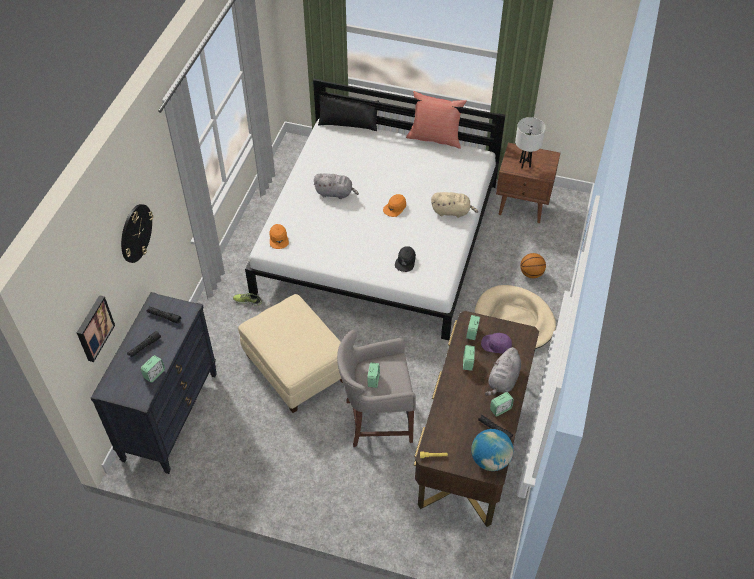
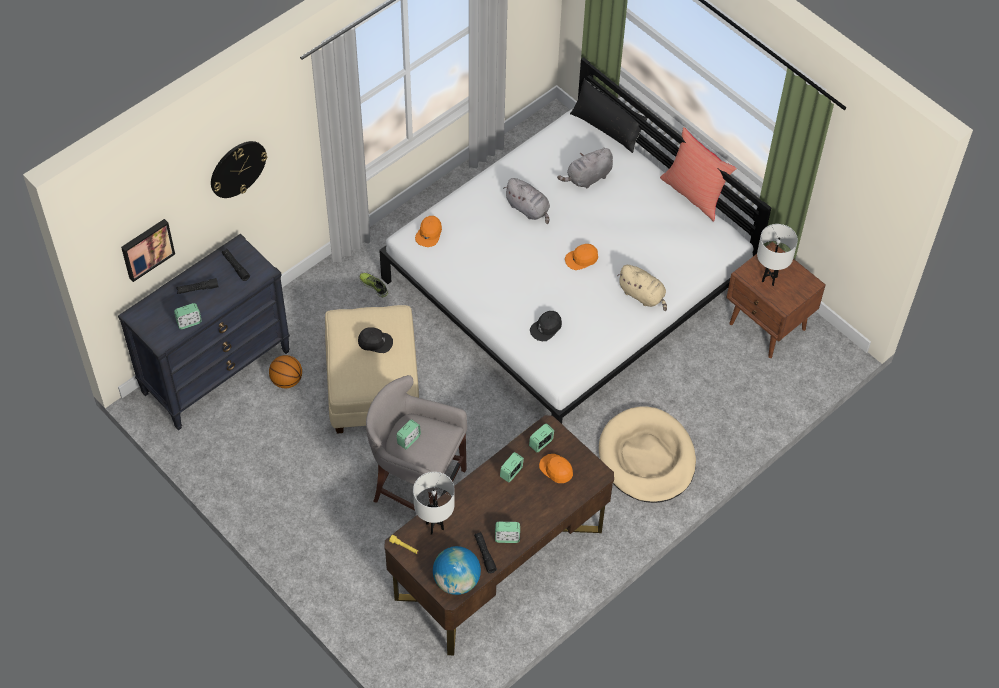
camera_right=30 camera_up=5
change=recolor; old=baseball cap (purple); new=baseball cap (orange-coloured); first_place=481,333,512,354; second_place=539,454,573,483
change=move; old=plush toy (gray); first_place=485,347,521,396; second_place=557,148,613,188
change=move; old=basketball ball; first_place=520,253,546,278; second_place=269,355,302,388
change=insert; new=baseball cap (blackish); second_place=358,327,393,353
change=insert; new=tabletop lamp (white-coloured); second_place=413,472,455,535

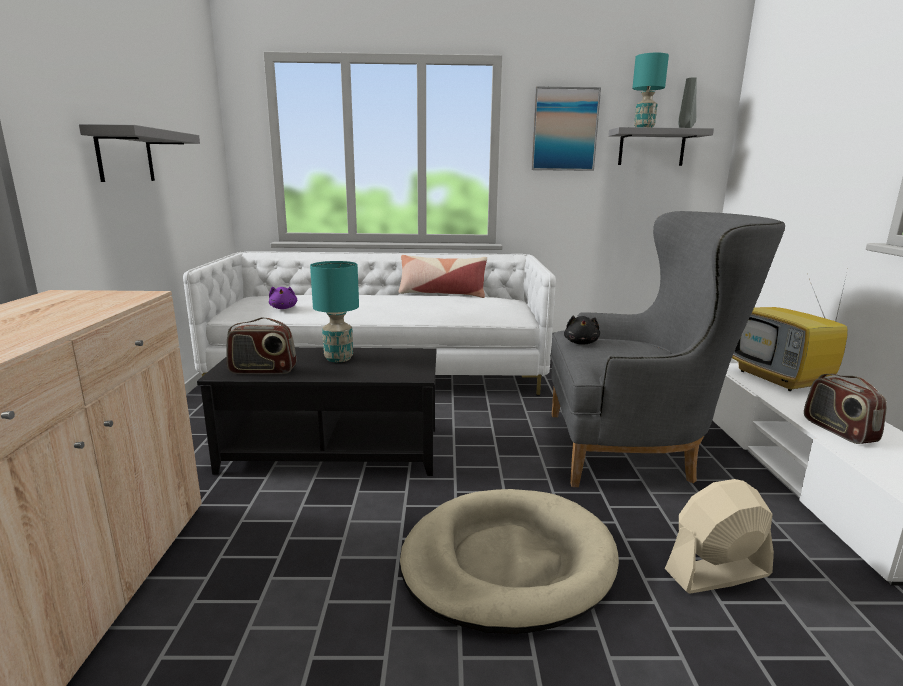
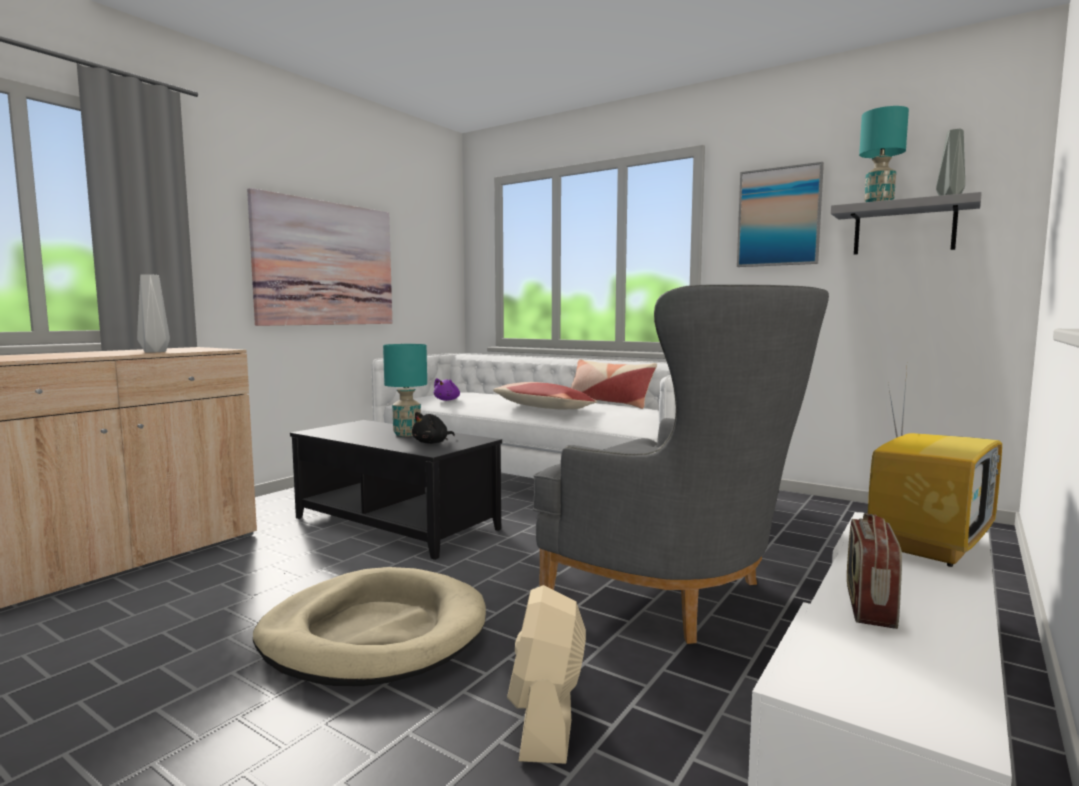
camera_right=35 camera_up=-10
change=replace; old=bracket shelf (gray); new=picture; first_place=79,124,200,182; second_place=247,188,392,326
change=delete; old=radio receiver; first_place=226,318,296,374
change=move; old=plush toy (blackish); first_place=564,315,600,345; second_place=412,412,455,444
change=rotate; old=cooling fan (sand-coloured); first_place=665,479,774,594; second_place=507,585,586,764; degrees=-105
change=rotate; old=TV; first_place=732,269,848,391; second_place=868,369,1002,567; degrees=-150
change=insert; new=decorative vase (gray); second_place=137,274,170,352
change=insert; new=cushion; second_place=493,382,598,410

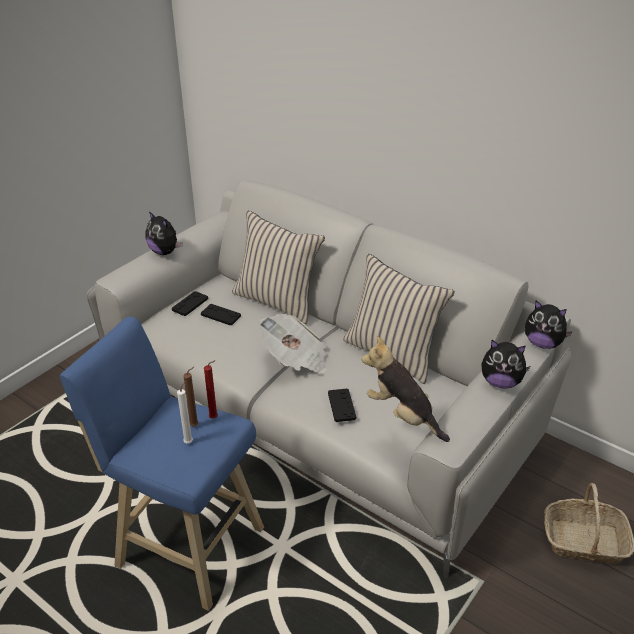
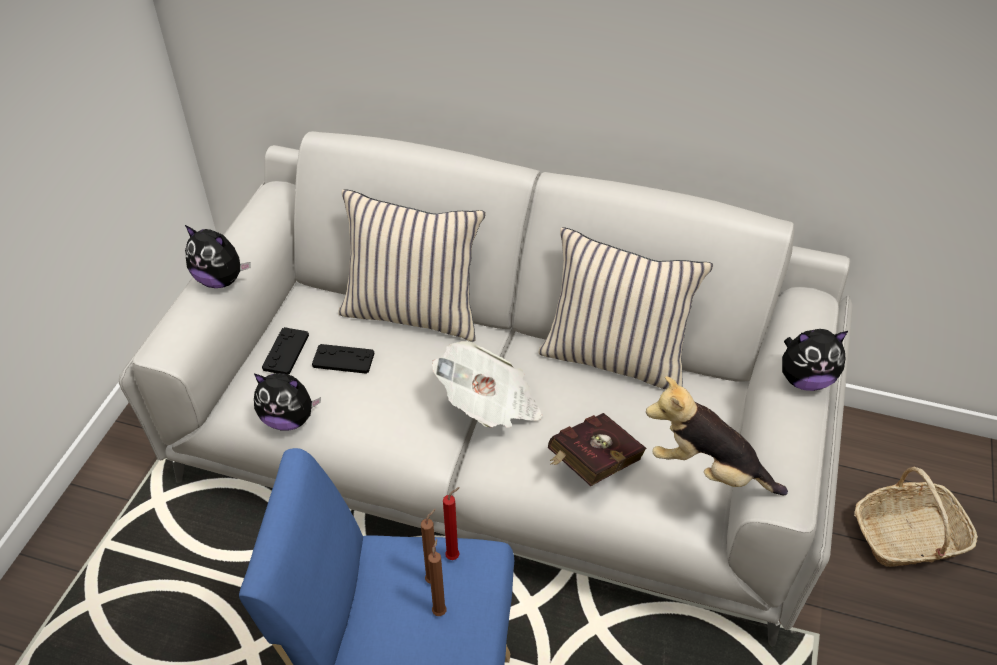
camera_right=-20 camera_up=10
change=recolor; old=wax light (white-coloured); new=wax light (brown); first_place=177,381,193,443; second_place=428,539,447,616
change=replace; old=joypad (blackish); new=book (reddish); first_place=328,389,356,422; second_place=548,413,646,486
change=move; old=plush toy; first_place=525,300,572,349; second_place=254,373,321,431

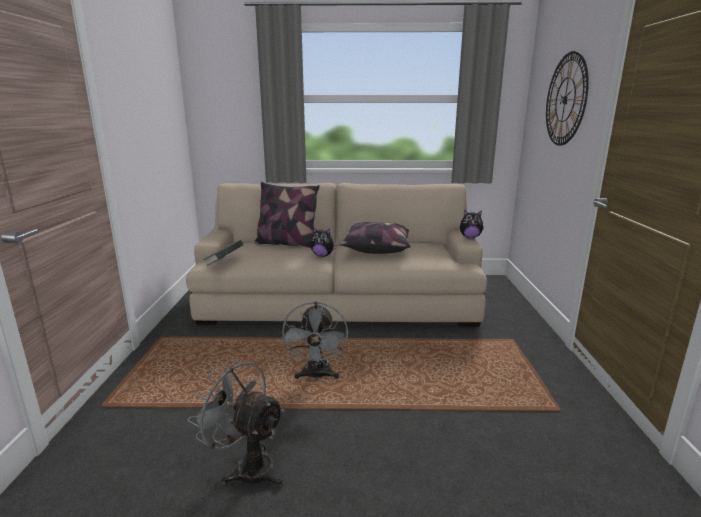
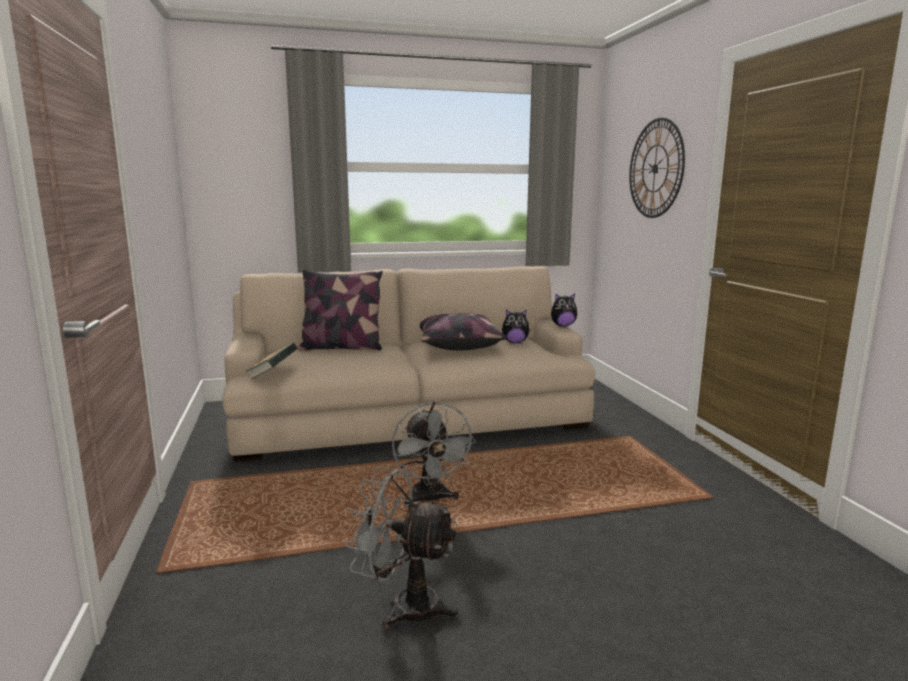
camera_right=-15 camera_up=-5
change=move; old=plush toy; first_place=310,227,337,257; second_place=502,309,531,343

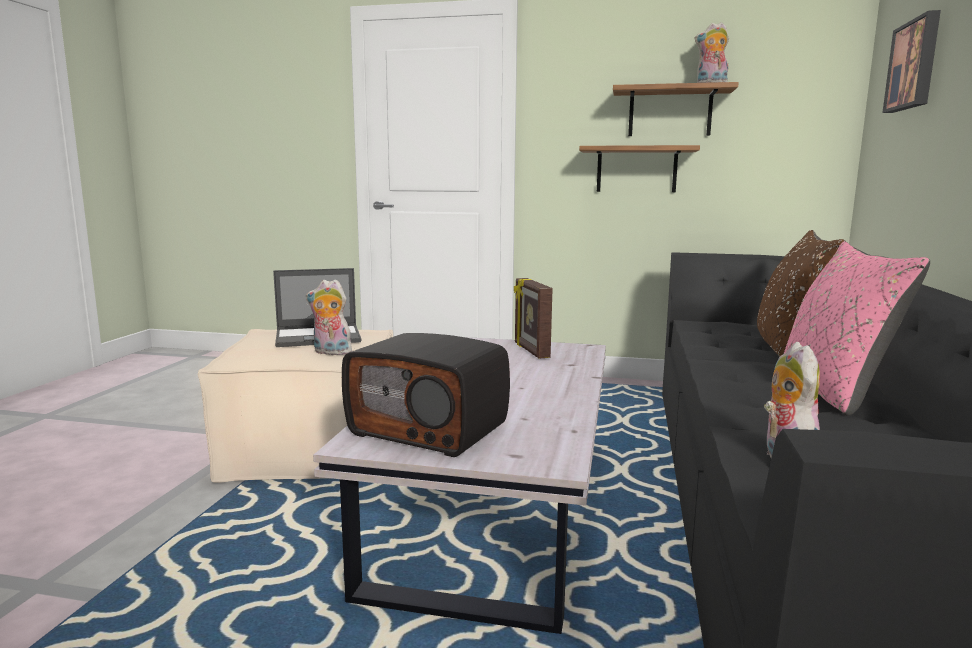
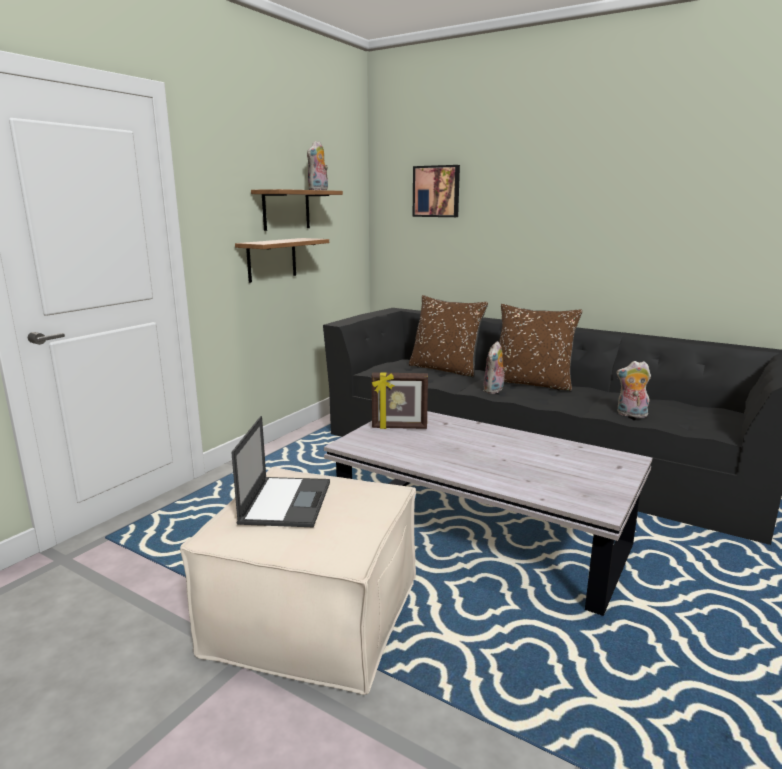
camera_right=-70 camera_up=5
change=move; old=plush toy; first_place=306,279,354,355; second_place=483,341,507,394
change=delete; old=radio receiver; first_place=342,333,510,457
change=recolor; old=cushion (pinkish); new=cushion (brown); first_place=784,242,930,416; second_place=499,304,582,391

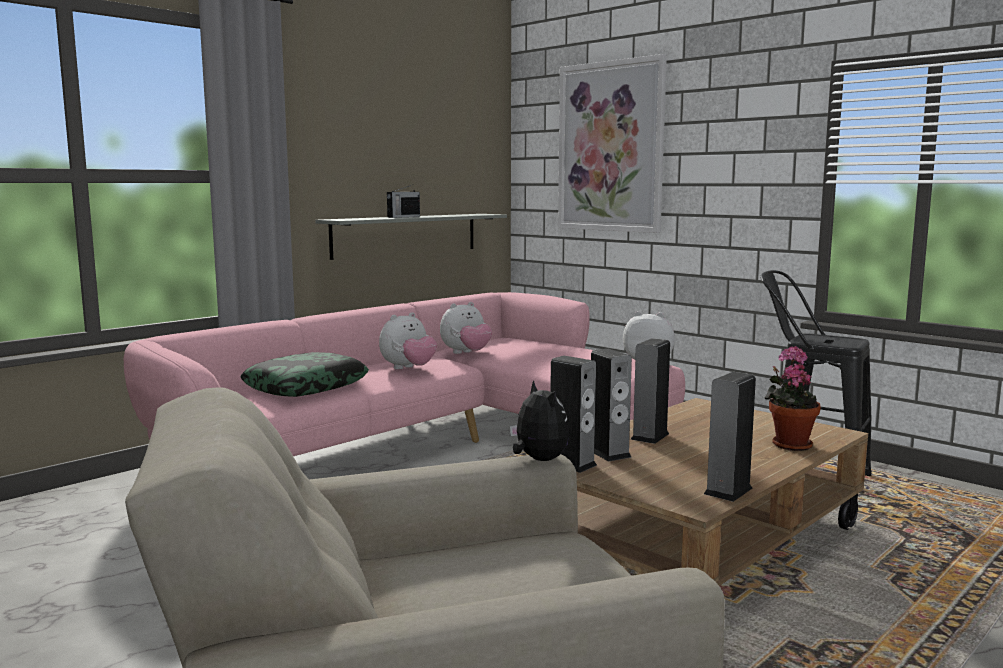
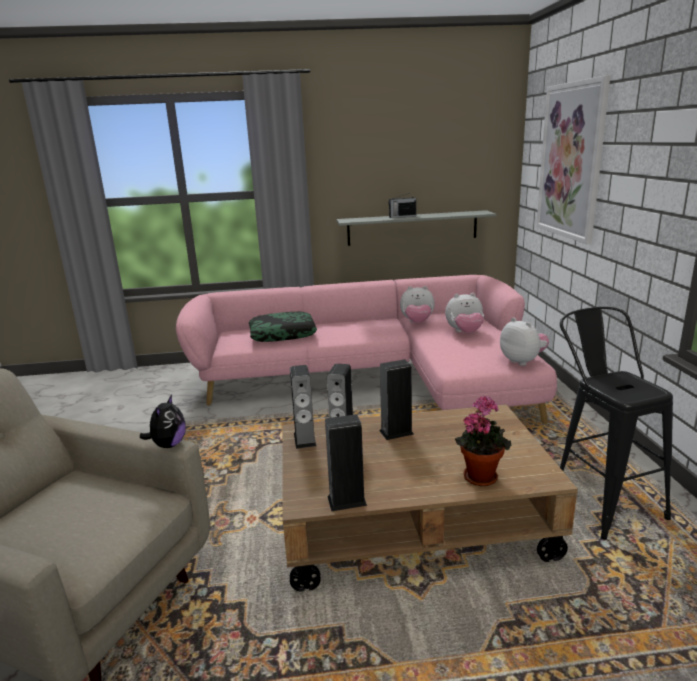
camera_right=40 camera_up=10
change=move; old=plush toy; first_place=379,312,437,369; second_place=445,293,484,333

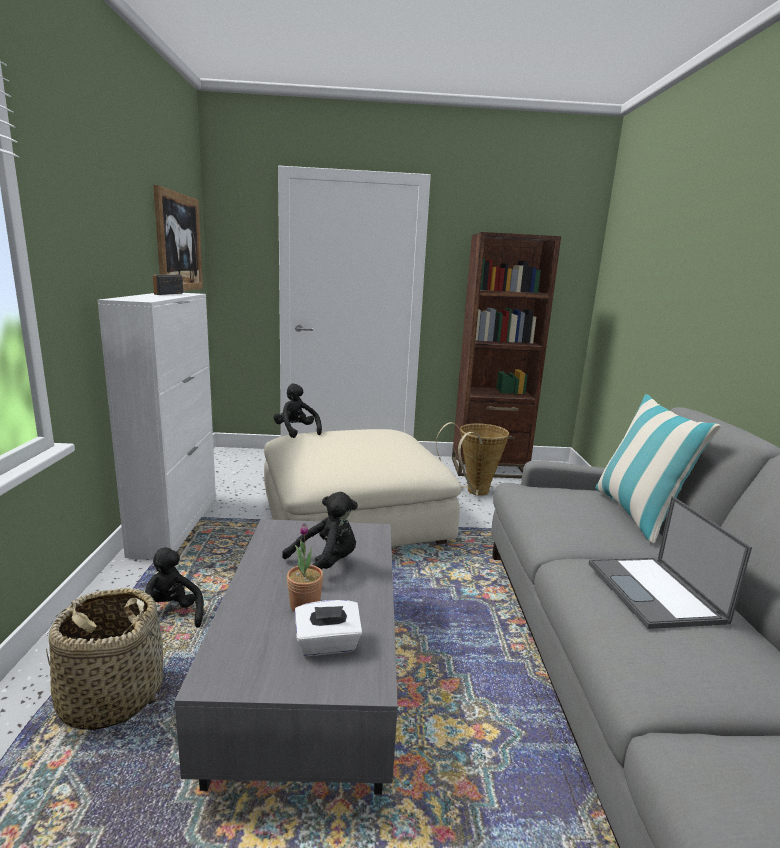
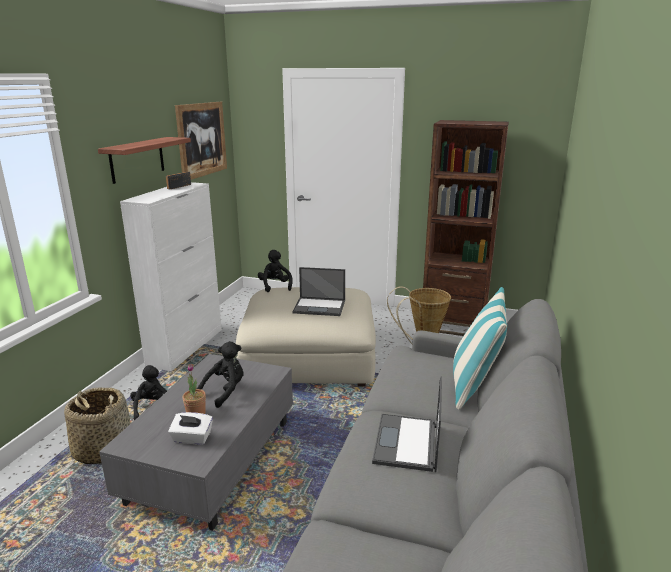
camera_right=20 camera_up=5
change=rotate; old=plush toy (blackish); first_place=282,492,358,570; second_place=197,341,244,408; degrees=-45
change=insert; new=bracket shelf; second_place=98,137,191,184
change=insert; new=notebook computer; second_place=292,267,345,316

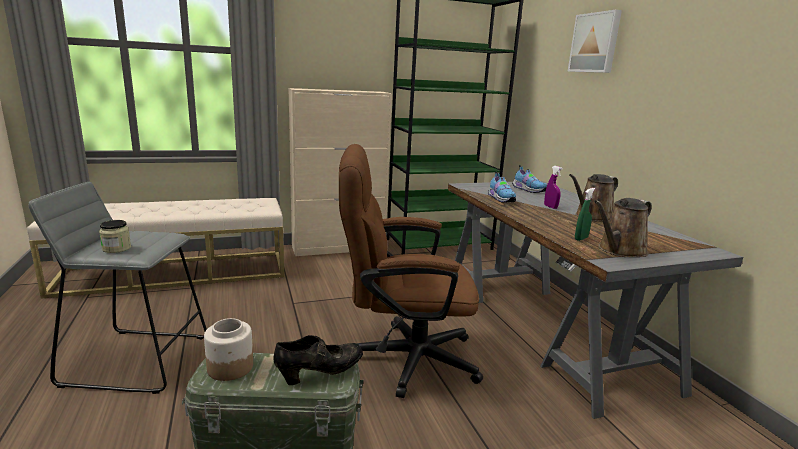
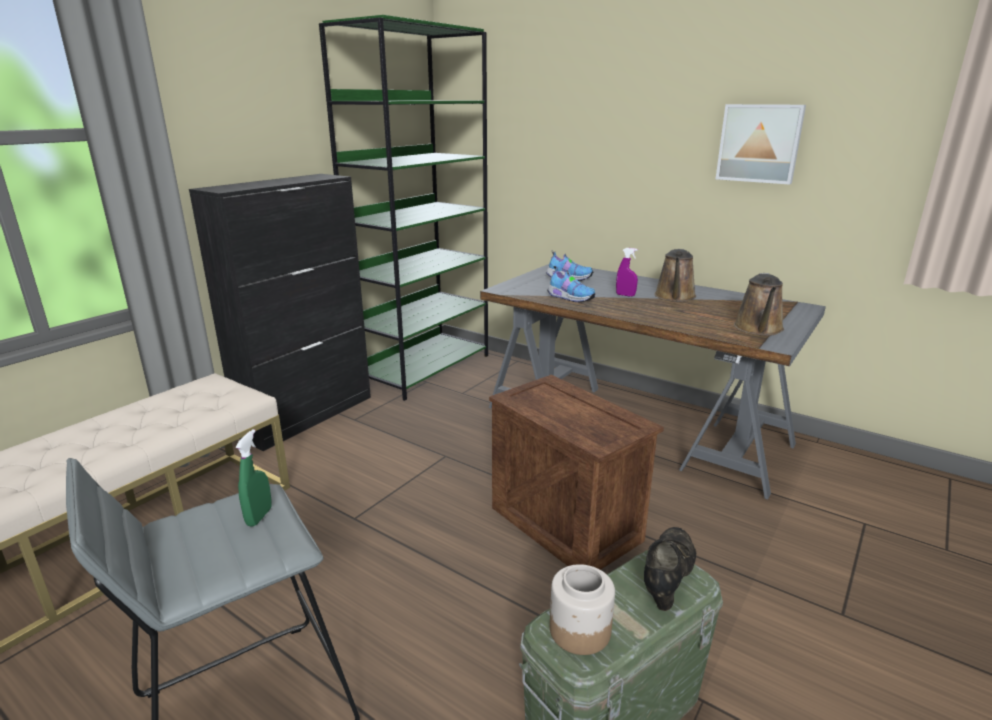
camera_right=-35 camera_up=5
change=delete; old=preserve jar; first_place=99,220,131,253
change=recolor; old=storage cabinet (sand-coloured); new=storage cabinet (blackish); first_place=288,88,392,256; second_place=189,174,371,451
change=replace; old=office chair (brown); new=shipping crate; first_place=339,144,483,398; second_place=489,375,664,570
change=move; old=picture; first_place=568,10,622,73; second_place=716,104,806,185
change=move; old=hand sprayer (green); first_place=575,188,595,241; second_place=236,429,272,527

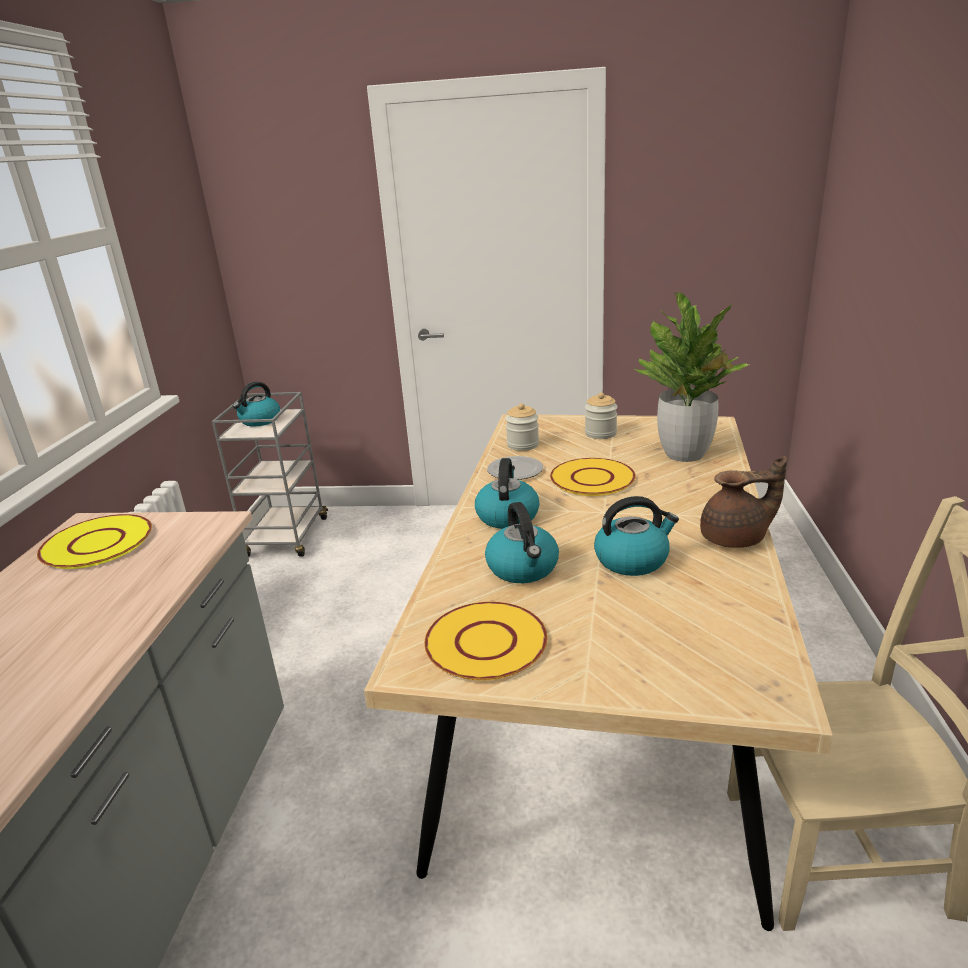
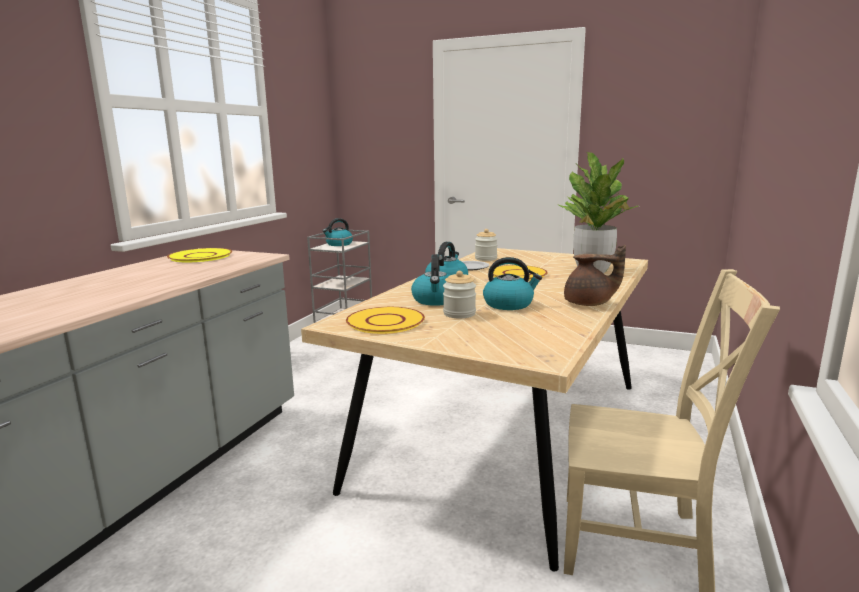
camera_right=15 camera_up=-10
change=move; old=preserve jar; first_place=585,392,618,439; second_place=443,271,476,318

